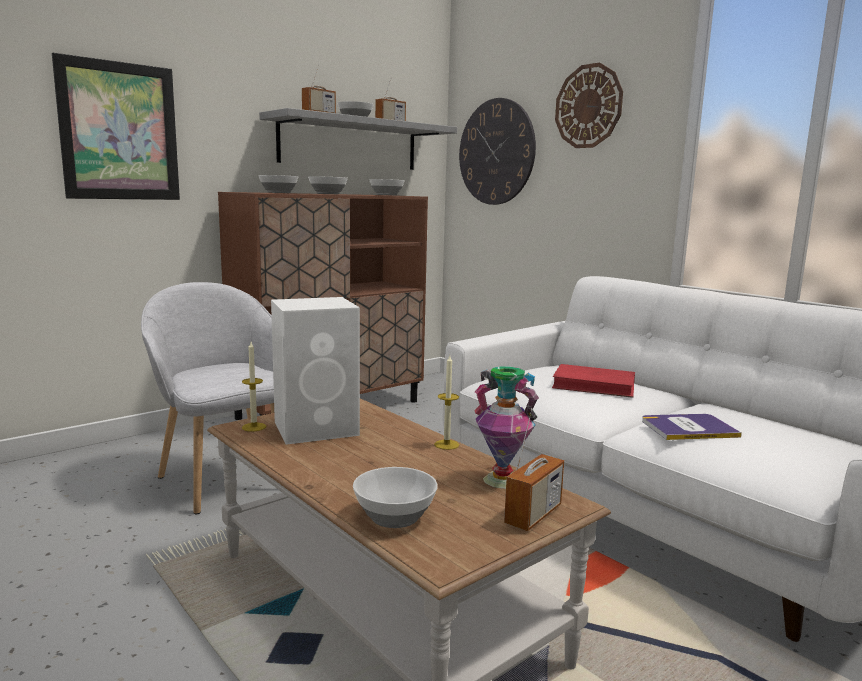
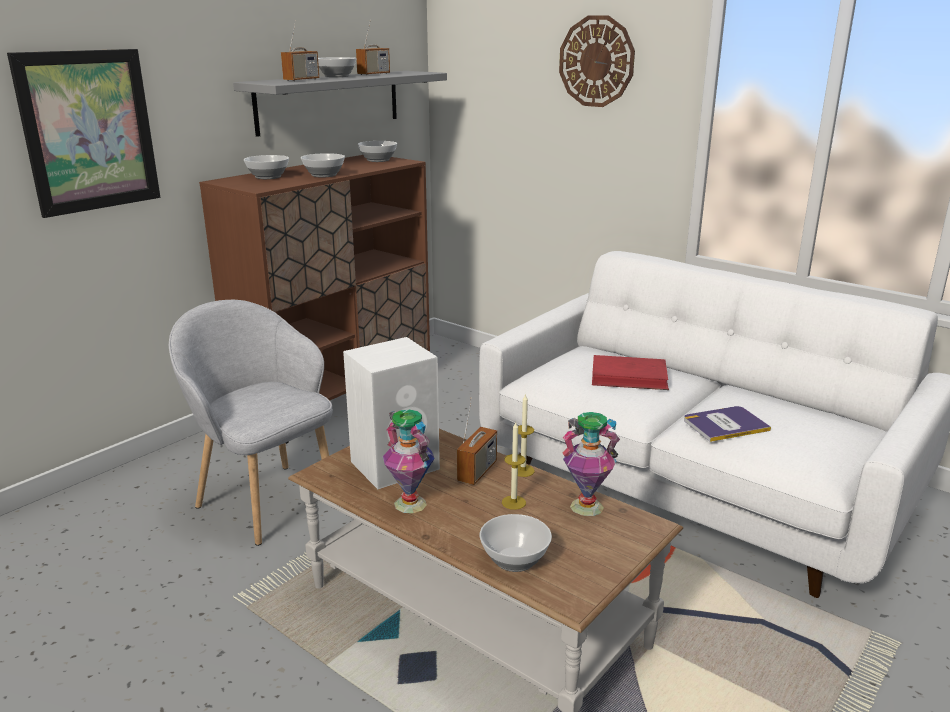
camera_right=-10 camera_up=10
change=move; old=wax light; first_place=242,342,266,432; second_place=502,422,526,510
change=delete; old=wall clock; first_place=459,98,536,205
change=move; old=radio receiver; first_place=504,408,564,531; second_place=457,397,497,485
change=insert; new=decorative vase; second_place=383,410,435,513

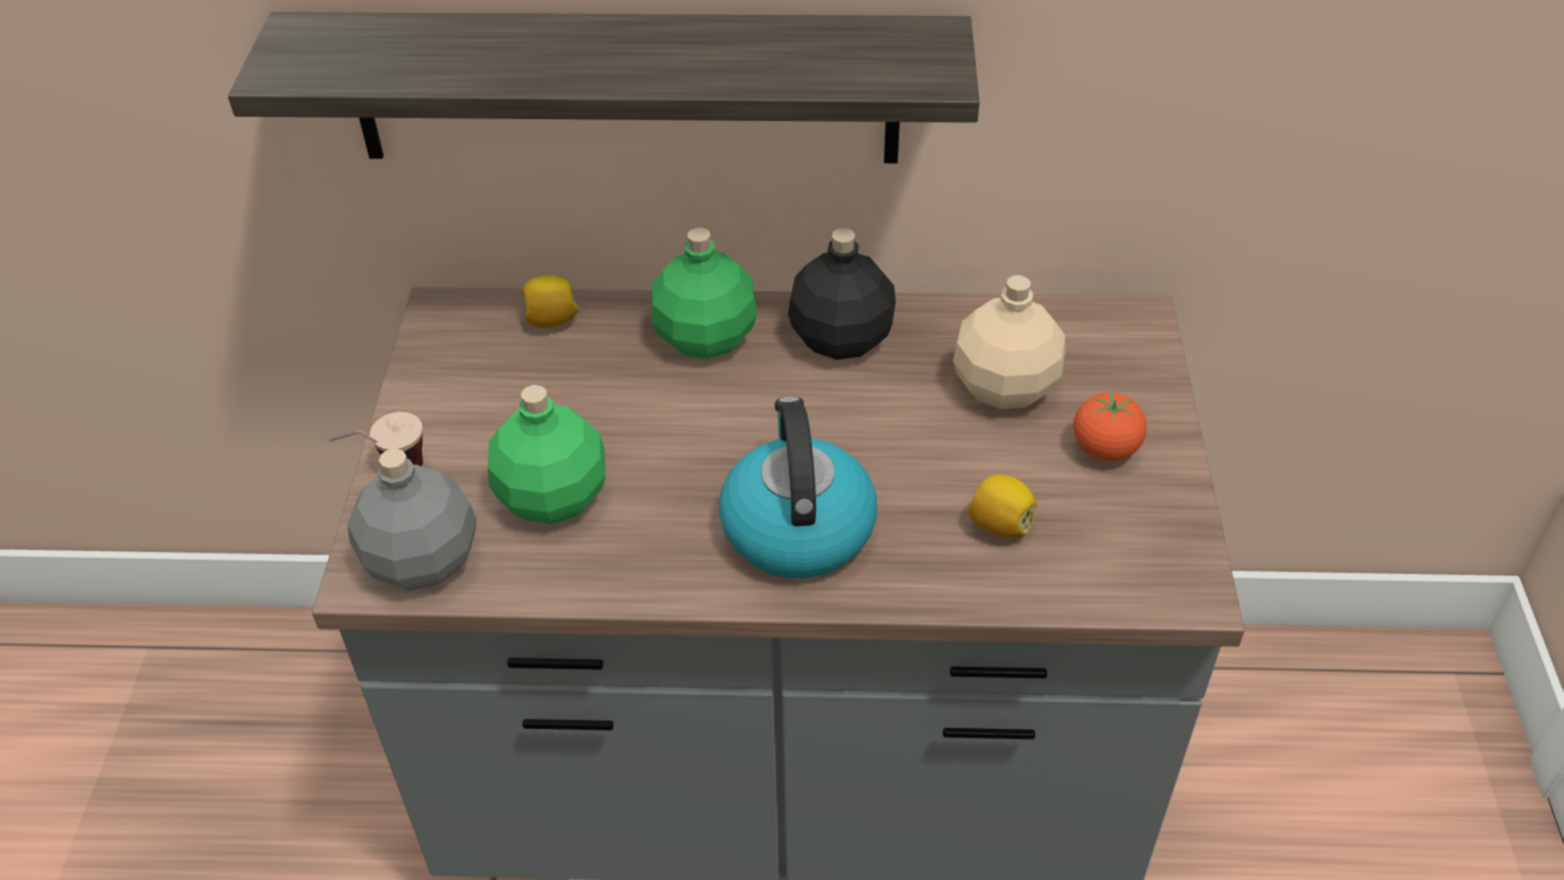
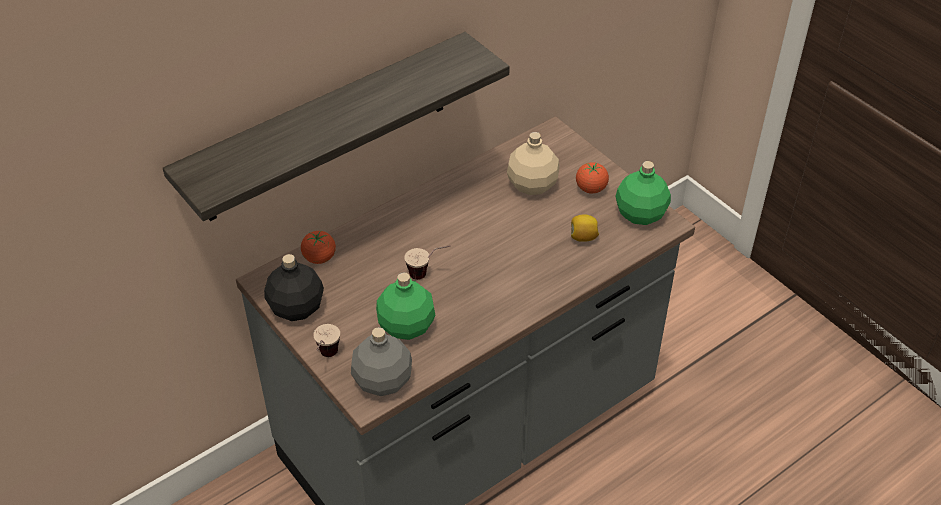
camera_right=-40 camera_up=0
change=replace; old=lemon; new=whole tomato; first_place=522,275,579,328; second_place=301,231,336,264
change=move; old=drink bottle (green); first_place=651,227,757,359; second_place=615,161,671,225
change=delete; old=water kettle; first_place=719,396,877,578
change=move; old=drink bottle (blackish); first_place=788,228,896,360; second_place=264,254,324,321
change=insert; new=small cup; second_place=404,245,450,280

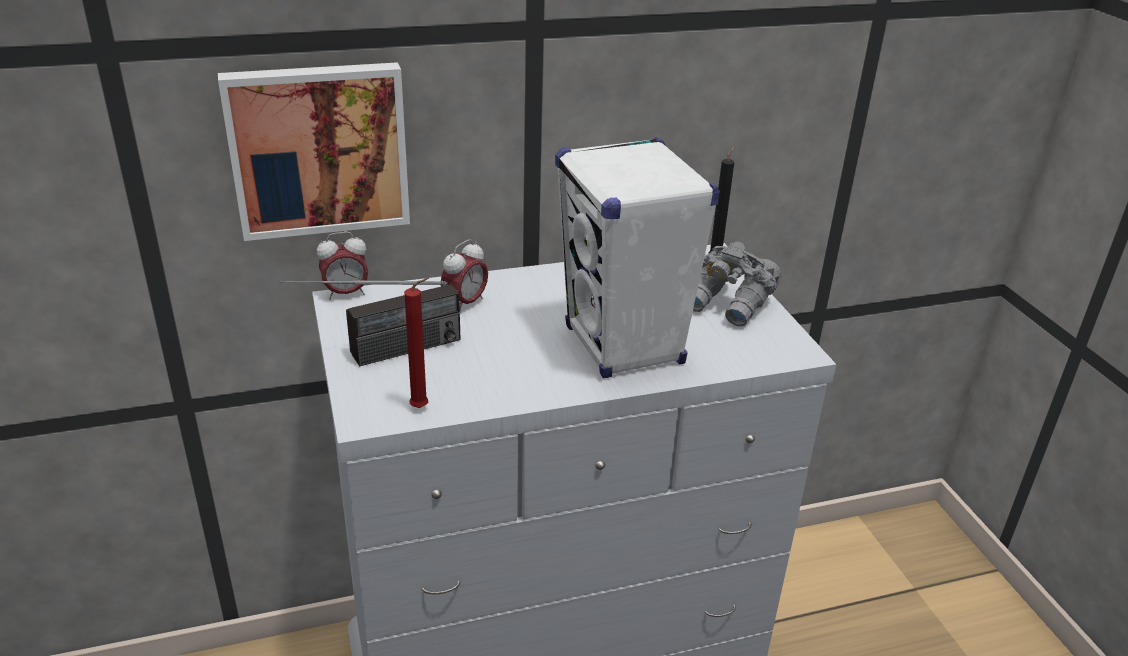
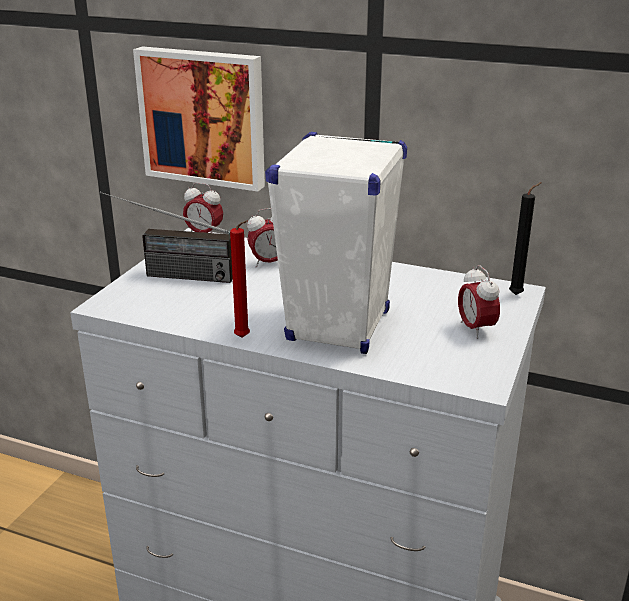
camera_right=40 camera_up=-5
change=move; old=wax light (reddish); first_place=404,278,429,408; second_place=230,220,250,338
change=replace; old=field glasses (gray); new=table clock; first_place=693,242,781,327; second_place=458,265,500,339

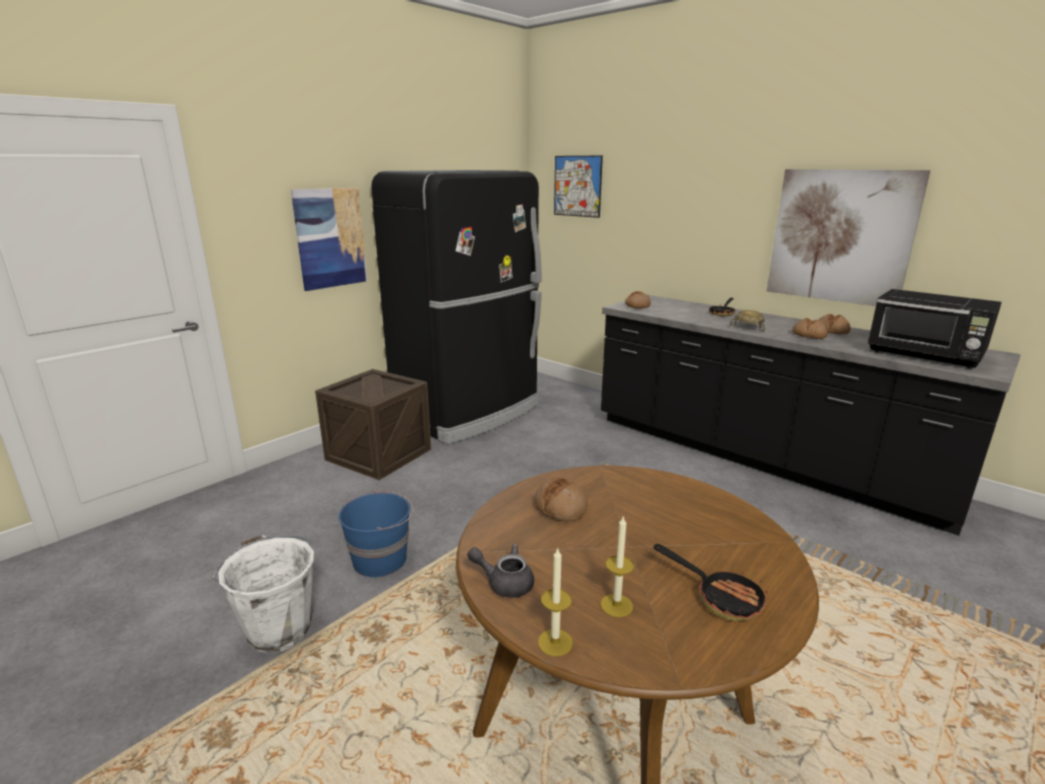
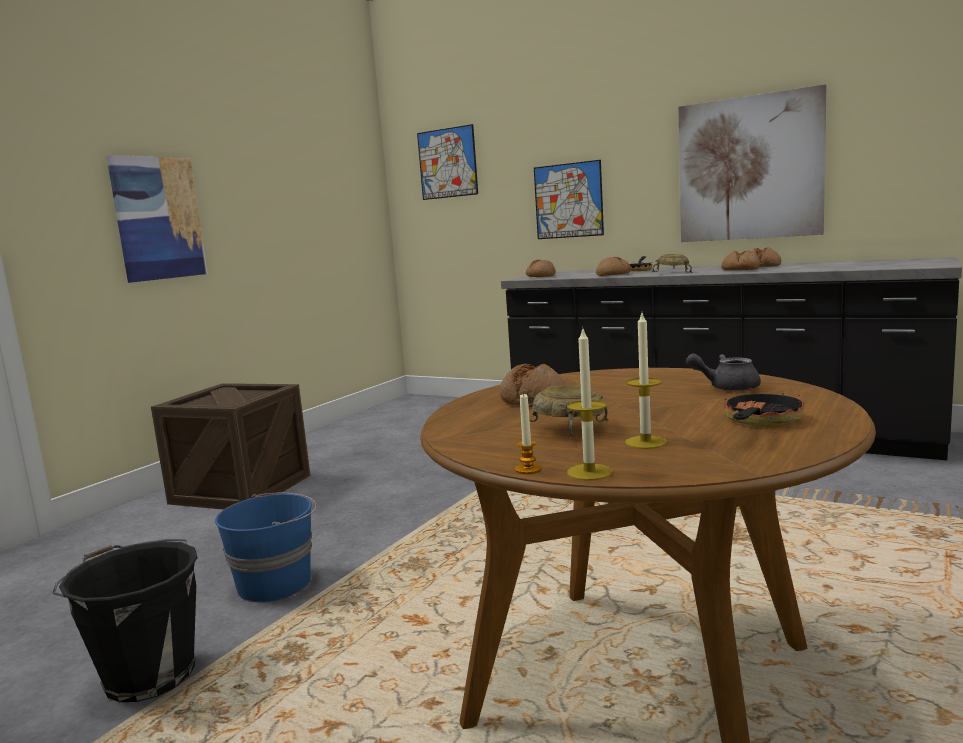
camera_right=-10 camera_up=-10
change=recolor; old=pail (white-coloured); new=pail (blackish); first_place=213,535,314,653; second_place=52,539,198,702
change=delete; old=fridge (blackish); first_place=371,170,542,444
change=move; old=tea pot (gray); first_place=467,544,534,598; second_place=686,353,761,391
change=rotate; old=frying pan; first_place=654,544,769,621; second_place=724,378,805,428; degrees=-90
change=delete; old=kitchen microwave (blackish); first_place=868,289,1002,369
change=insert; new=wax light; second_place=515,392,542,474
change=insert; new=bowl (sand-coloured); second_place=528,385,608,440
change=insert; new=picture; second_place=534,160,604,239
change=insert; new=bakery bread; second_place=596,257,631,276

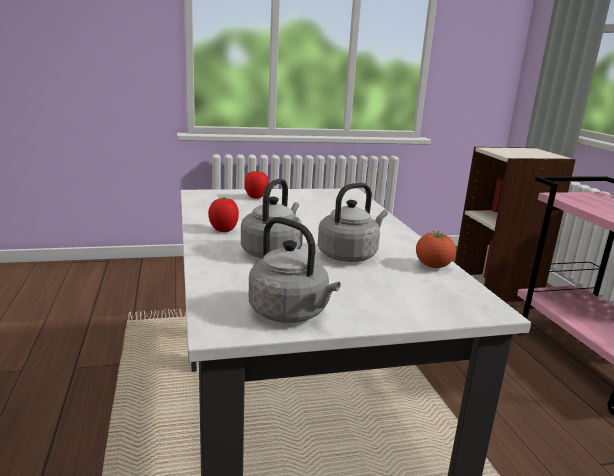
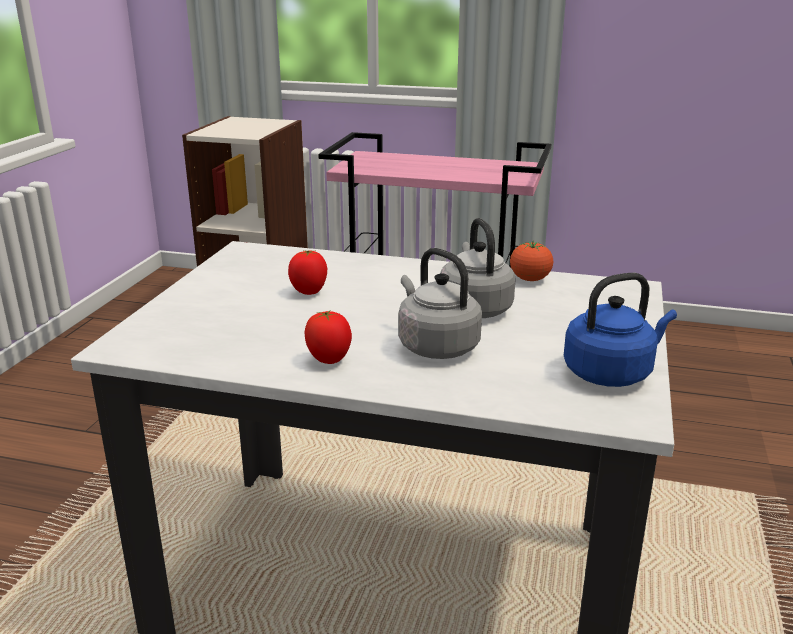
camera_right=-60 camera_up=5
change=move; old=whole tomato; first_place=244,171,269,199; second_place=288,250,327,295
change=recolor; old=water kettle (gray); new=water kettle (bluish); first_place=249,217,340,323; second_place=564,273,677,387

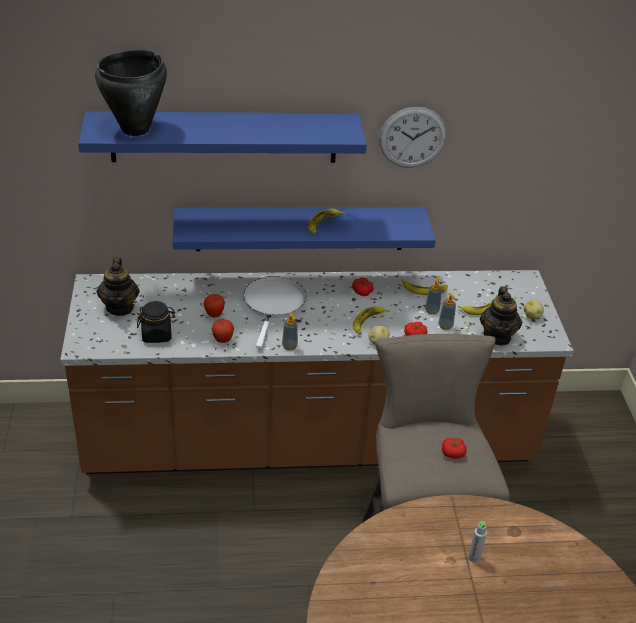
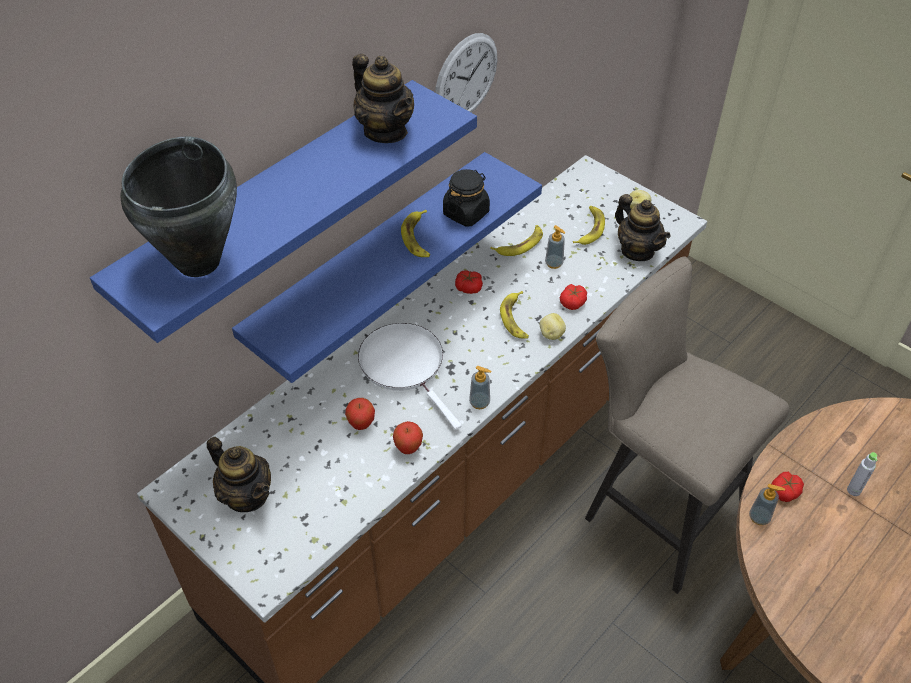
camera_right=-40 camera_up=10
change=move; old=preserve jar (blackish); first_place=137,301,175,343; second_place=443,169,490,227
change=move; old=liquid soap bottle; first_place=439,293,456,330; second_place=749,484,785,525
change=move; old=whole tomato; first_place=442,438,467,459; second_place=771,472,804,502
change=insert; new=tea pot; second_place=352,54,414,143

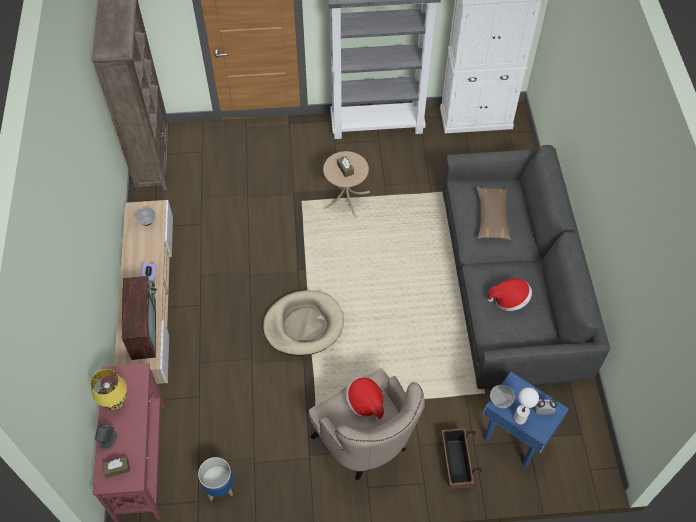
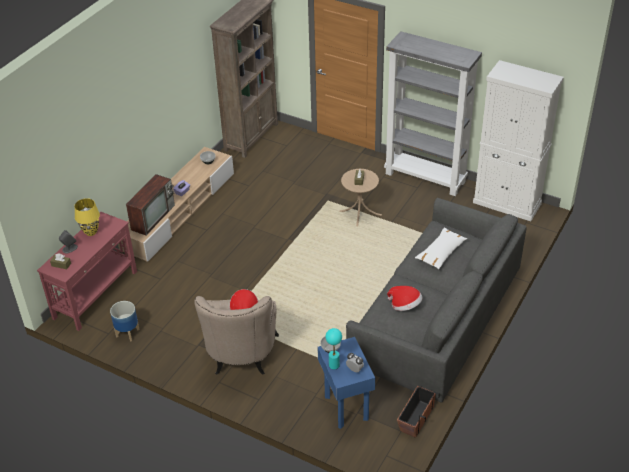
camera_right=35 camera_up=-15
change=delete; old=dog bed (sand-coloured); first_place=263,290,344,356
change=move; old=plant pot; first_place=442,428,481,489; second_place=397,386,440,438
change=recolor; old=cushion (brown); new=cushion (white-coloured); first_place=477,187,511,240; second_place=415,227,467,269
change=recolor; old=tabletop lamp (white-coloured); new=tabletop lamp (turquoise); first_place=514,387,539,425; second_place=326,328,342,369

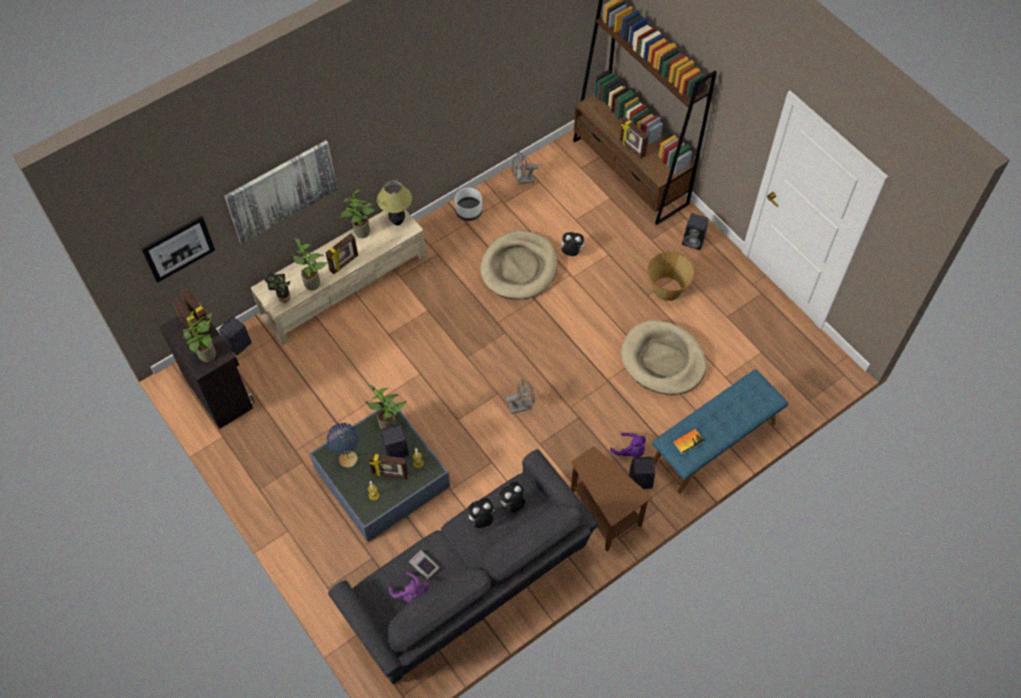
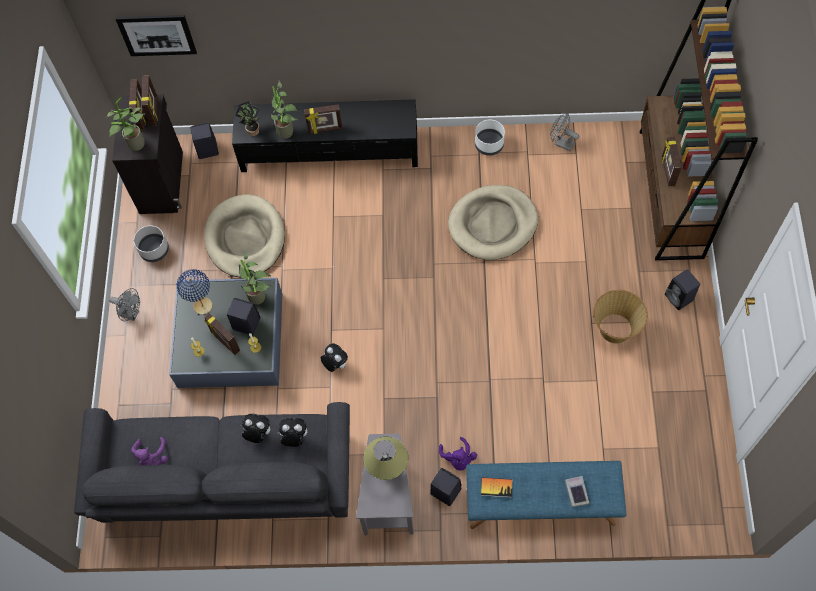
camera_right=40 camera_up=5
change=delete; old=picture; first_place=224,140,338,244
change=recolor; old=tv stand (sand-coloured); new=tv stand (blackish); first_place=251,210,426,345; second_place=232,99,418,172
change=delete; old=potted plant; first_place=339,190,377,238
change=move; old=tabletop lamp; first_place=377,180,412,226; second_place=363,437,408,480
change=move; old=book; first_place=409,550,440,580; second_place=565,476,589,507
change=move; old=cooling fan (gray); first_place=505,378,535,414; second_place=109,288,140,321
change=move; old=plush toy; first_place=559,232,584,256; second_place=321,344,348,372
change=recolor; old=side table (brown); new=side table (gray); first_place=571,446,652,551; second_place=356,433,414,535
change=move; old=dog bed (sand-coloured); first_place=621,320,707,395; second_place=204,194,285,277
change=insert; new=plant pot (gray); second_place=134,225,169,262

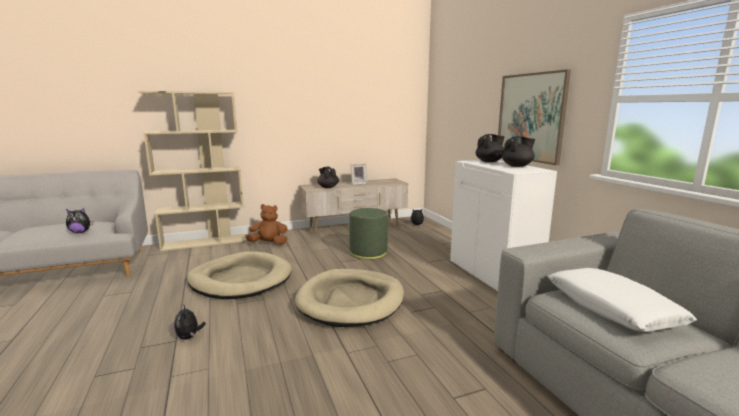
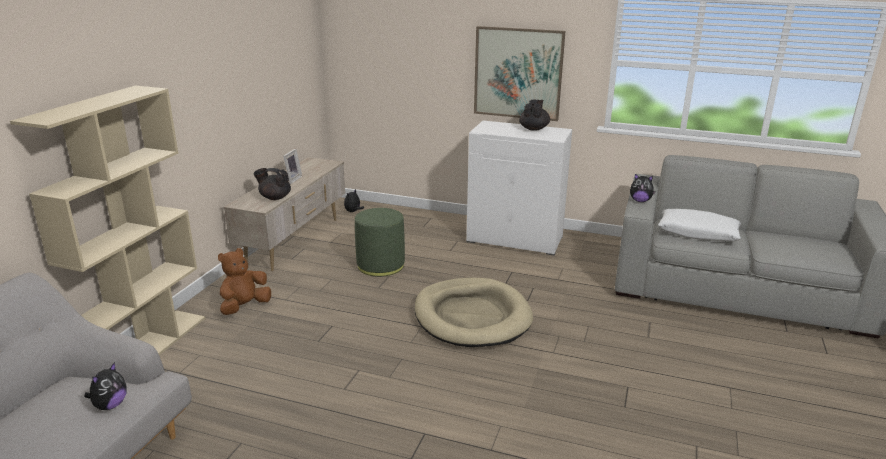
camera_right=-50 camera_up=10
change=move; old=plush toy; first_place=174,304,206,340; second_place=630,174,656,202
change=delete; old=dog bed (sand-coloured); first_place=186,251,292,299
change=delete; old=tea pot (blackish); first_place=476,134,505,162

